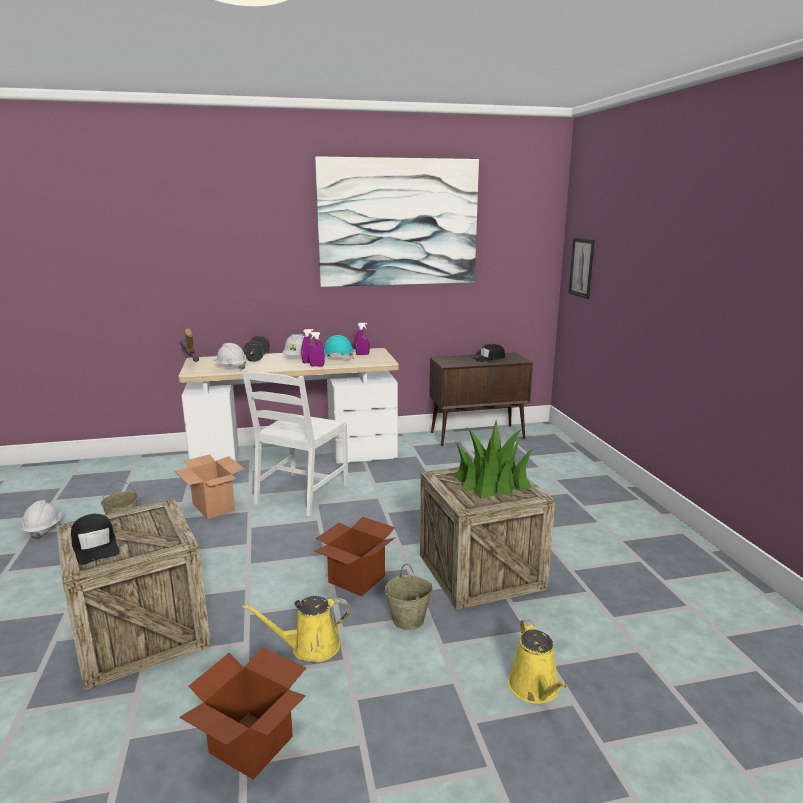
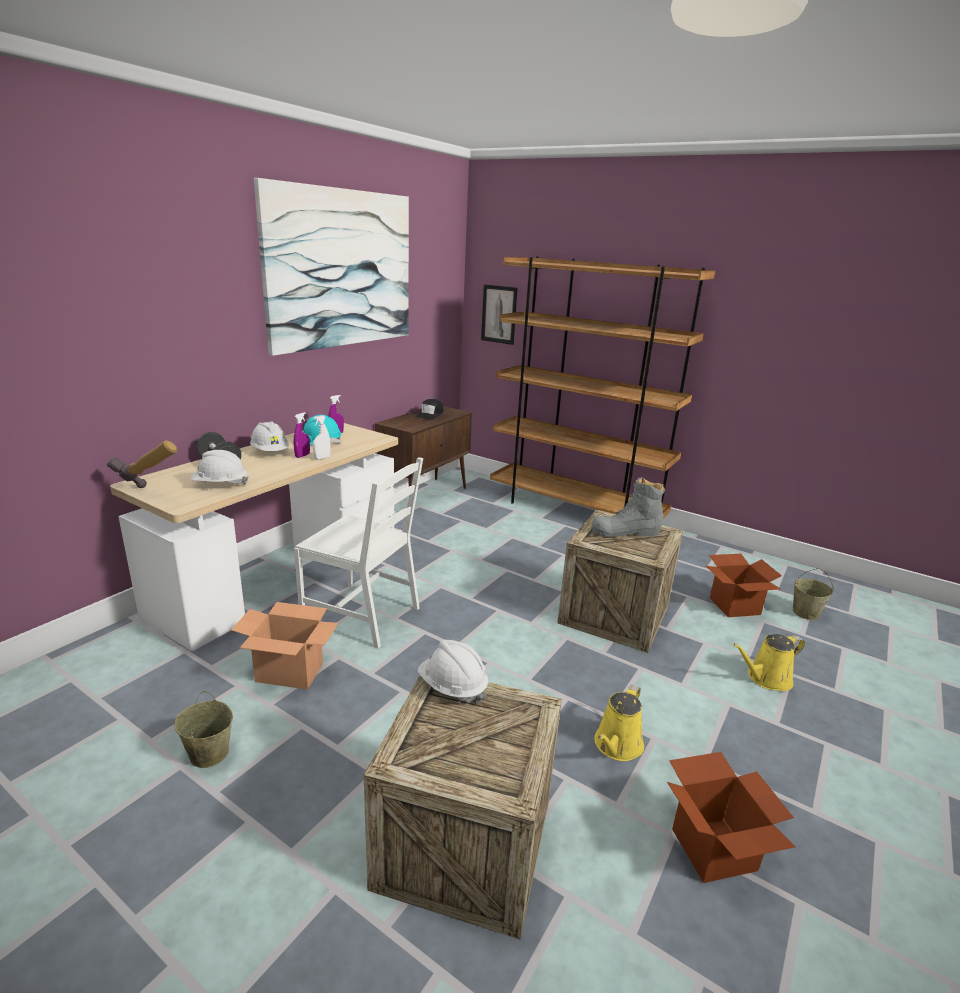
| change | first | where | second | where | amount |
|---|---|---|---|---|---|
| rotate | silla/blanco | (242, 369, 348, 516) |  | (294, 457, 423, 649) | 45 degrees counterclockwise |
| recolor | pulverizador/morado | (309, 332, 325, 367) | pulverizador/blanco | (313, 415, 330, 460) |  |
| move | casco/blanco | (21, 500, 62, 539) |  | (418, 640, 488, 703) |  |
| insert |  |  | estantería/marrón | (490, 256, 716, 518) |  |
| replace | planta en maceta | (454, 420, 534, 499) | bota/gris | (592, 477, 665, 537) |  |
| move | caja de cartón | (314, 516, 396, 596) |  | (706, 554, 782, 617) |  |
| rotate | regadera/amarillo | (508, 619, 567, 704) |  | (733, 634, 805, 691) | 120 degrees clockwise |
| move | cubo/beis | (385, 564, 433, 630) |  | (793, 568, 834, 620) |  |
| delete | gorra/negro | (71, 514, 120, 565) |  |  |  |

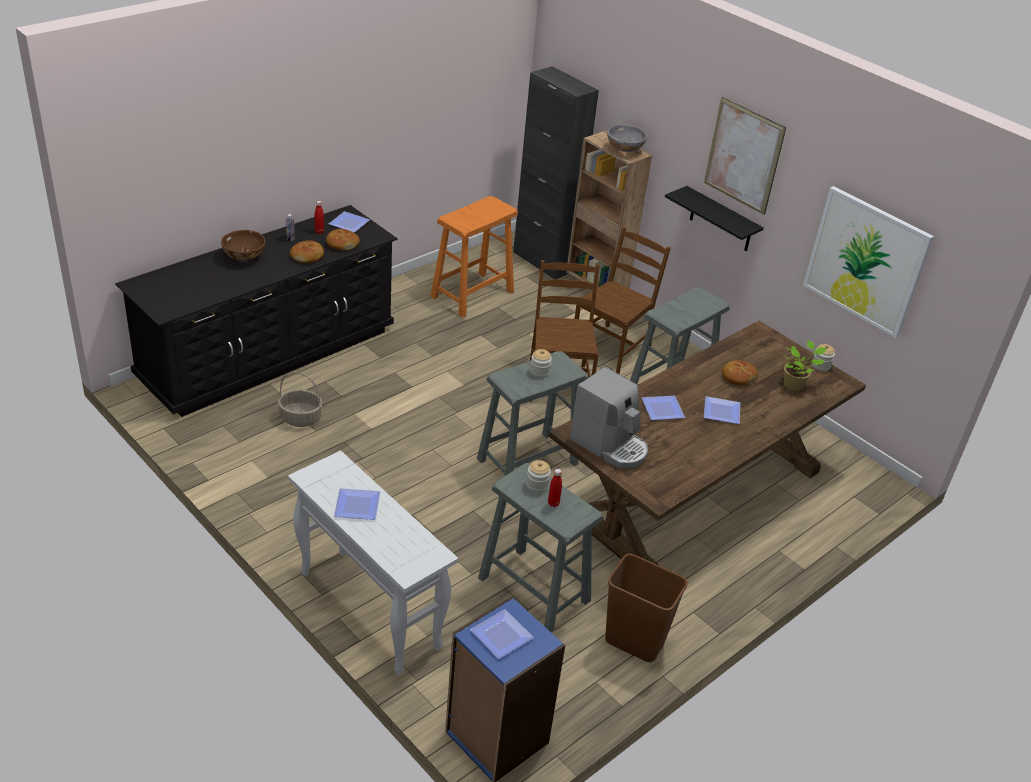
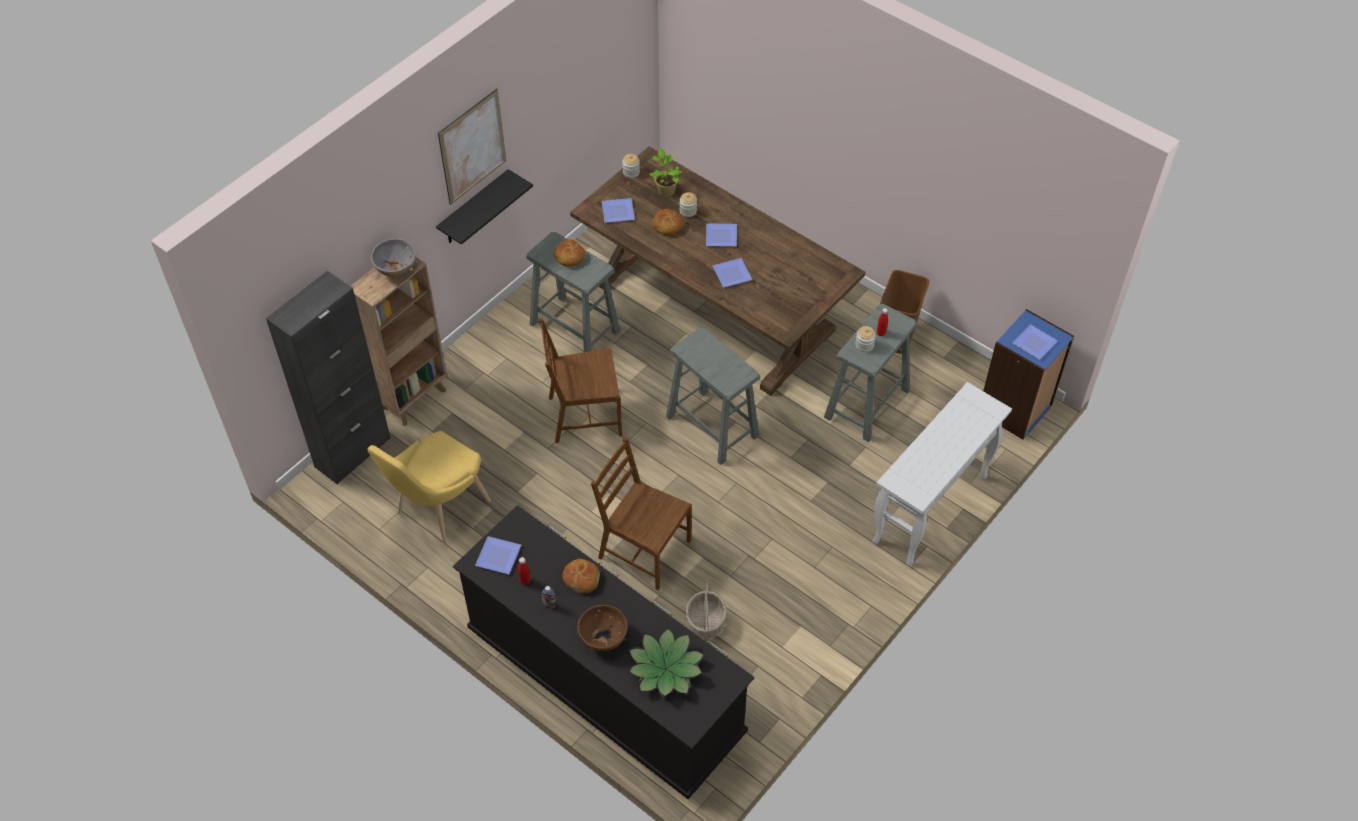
| change | first | where | second | where | amount |
|---|---|---|---|---|---|
| replace | taburete/naranja | (430, 196, 518, 317) | silla/amarillo | (367, 431, 491, 544) |  |
| move | pan | (326, 229, 360, 250) |  | (554, 239, 585, 267) |  |
| move | silla/marrón | (575, 227, 671, 374) |  | (591, 437, 692, 590) |  |
| move | plato | (334, 488, 380, 520) |  | (602, 198, 635, 223) |  |
| insert |  |  | planta en maceta | (628, 627, 705, 698) |  |
| move | tarro | (530, 349, 552, 378) |  | (679, 192, 697, 217) |  |
| delete | cafetera | (570, 367, 648, 469) |  |  |  |
| delete | cuadro | (803, 186, 934, 338) |  |  |  |

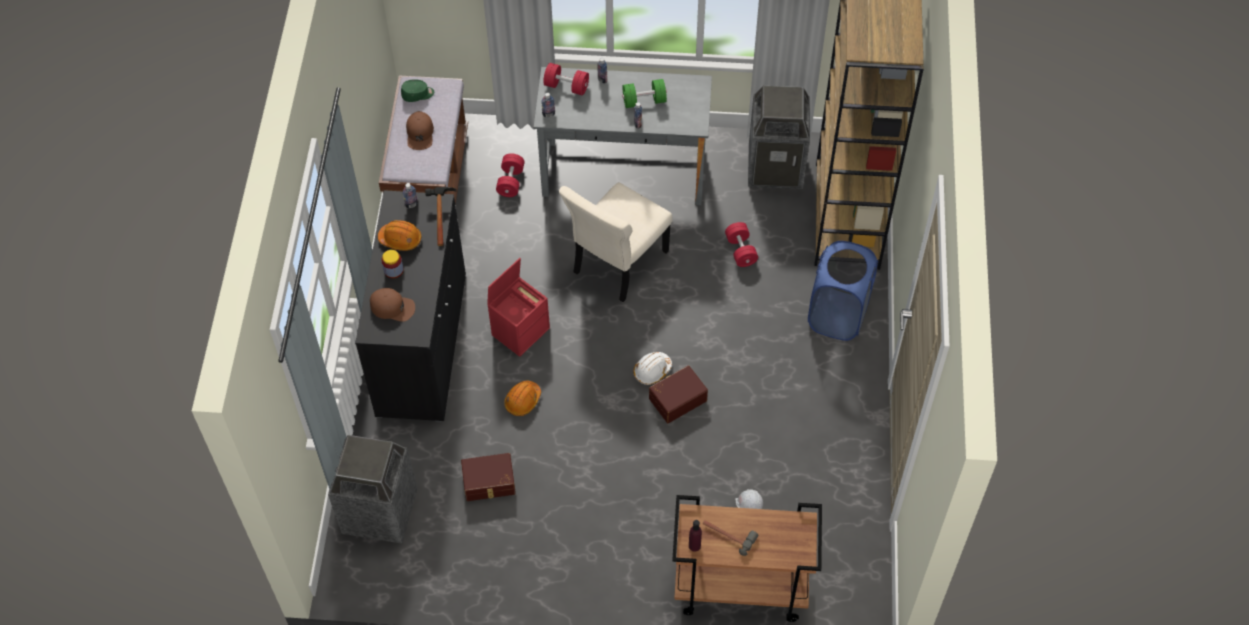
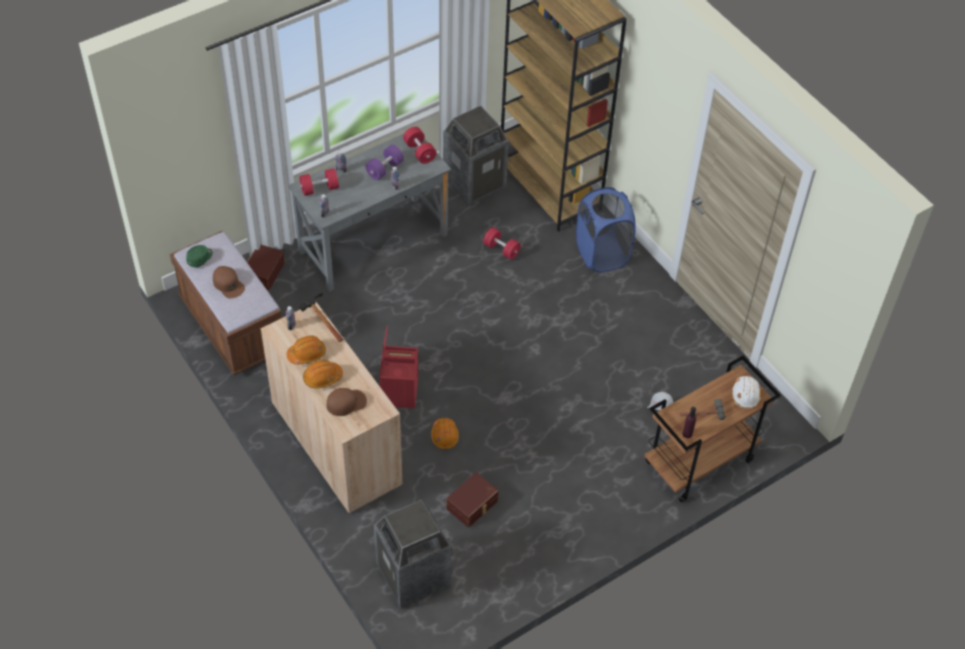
| change | first | where | second | where | amount |
|---|---|---|---|---|---|
| move | caja de almacenaje/marrón | (649, 365, 708, 423) |  | (247, 245, 285, 290) |  |
| recolor | armario/negro | (355, 190, 466, 422) | armario/beis | (260, 302, 402, 514) |  |
| replace | tarro | (382, 250, 404, 278) | casco/naranja | (303, 360, 343, 388) |  |
| recolor | mancuerna/verde | (622, 79, 667, 108) | mancuerna/morado | (365, 145, 404, 180) |  |
| move | mancuerna/rojo | (496, 153, 525, 197) |  | (403, 127, 437, 164) |  |
| move | casco/blanco | (633, 352, 672, 385) |  | (732, 376, 761, 408) |  |
| delete | silla/beis | (559, 182, 673, 302) |  |  |  |

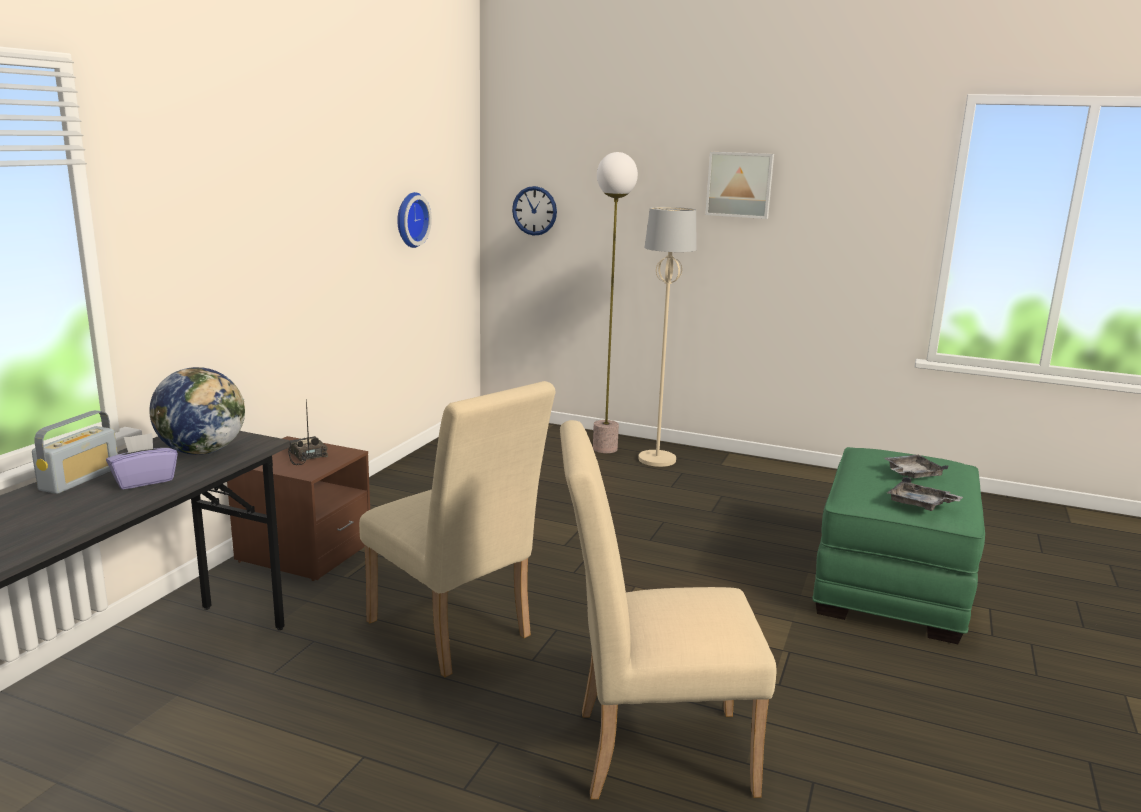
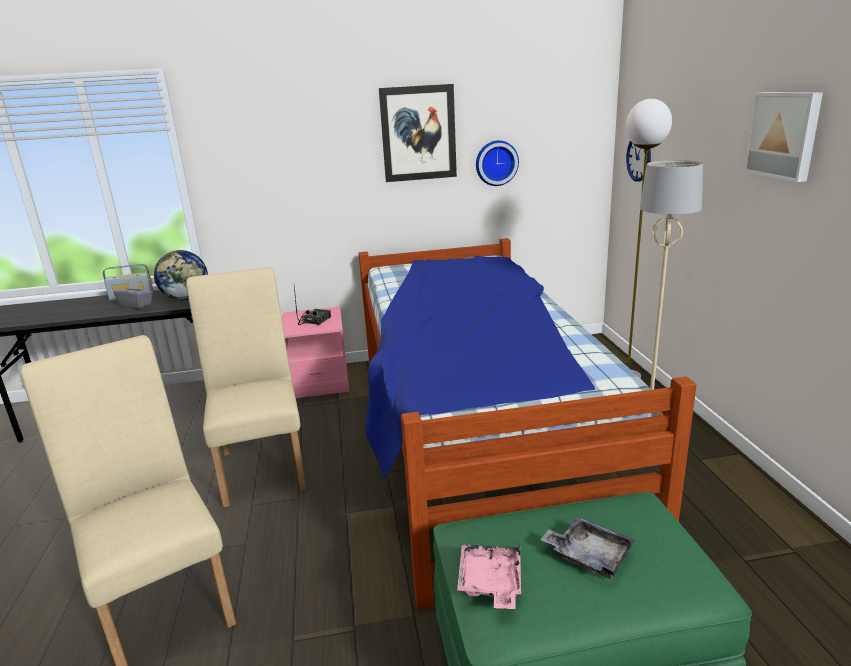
| change | first | where | second | where | amount |
|---|---|---|---|---|---|
| recolor | caja de pañuelos/morado | (106, 433, 178, 490) | caja de pañuelos/gris | (113, 280, 153, 309) |  |
| rotate | silla/beis | (359, 381, 556, 677) |  | (186, 267, 307, 508) | 150 degrees clockwise |
| recolor | mesita de noche/marrón | (227, 436, 370, 581) | mesita de noche/rosa | (282, 307, 350, 398) |  |
| insert |  |  | cama | (358, 238, 697, 610) |  |
| insert |  |  | cuadro | (379, 84, 457, 182) |  |
| recolor | bandeja/gris | (887, 477, 963, 511) | bandeja/rosa | (457, 544, 521, 609) |  |

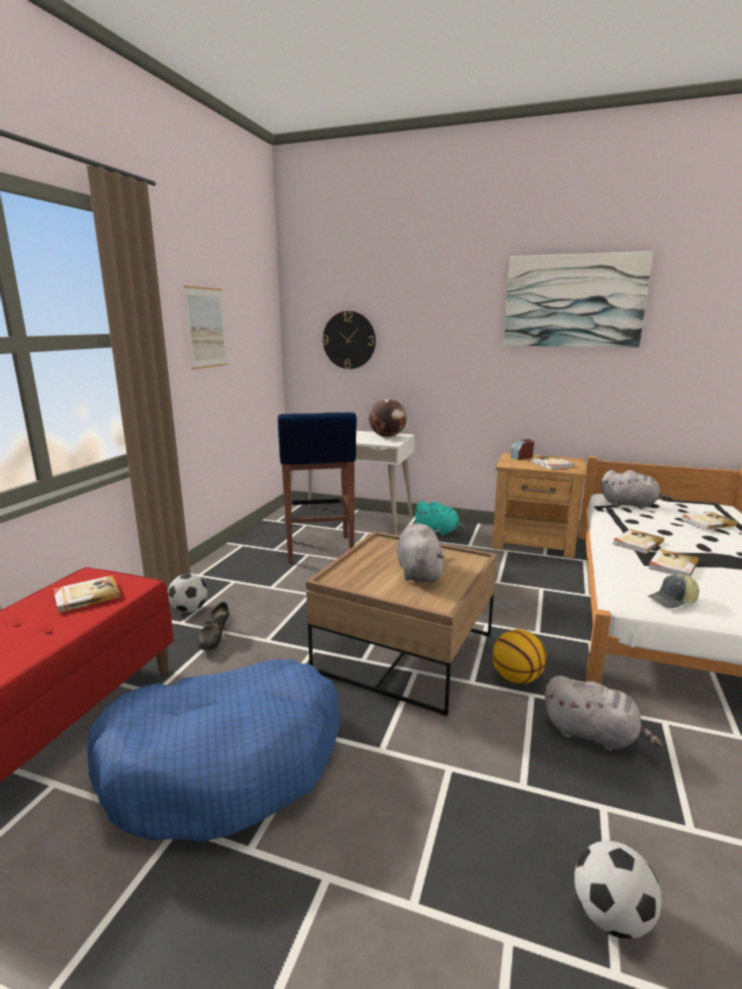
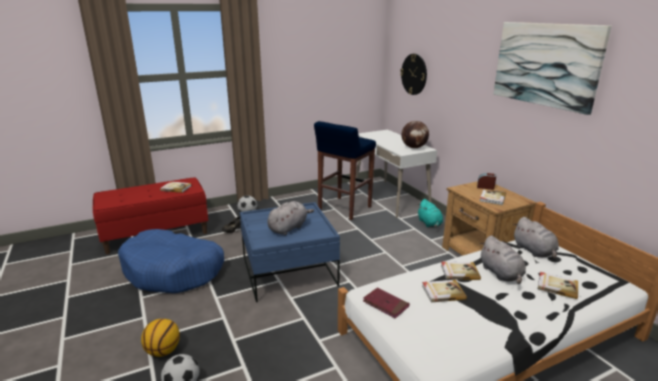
| change | first | where | second | where | amount |
|---|---|---|---|---|---|
| move | balón de baloncesto | (493, 629, 546, 684) |  | (141, 319, 180, 357) |  |
| recolor | mesa de centro/marrón | (306, 531, 497, 716) | mesa de centro/azul | (240, 202, 340, 302) |  |
| replace | gorra | (647, 575, 699, 608) | libro/rojo | (363, 287, 410, 318) |  |
| move | peluche/gris | (545, 676, 663, 751) |  | (479, 236, 526, 284) |  |
| delete | cuadro | (184, 286, 228, 369) |  |  |  |

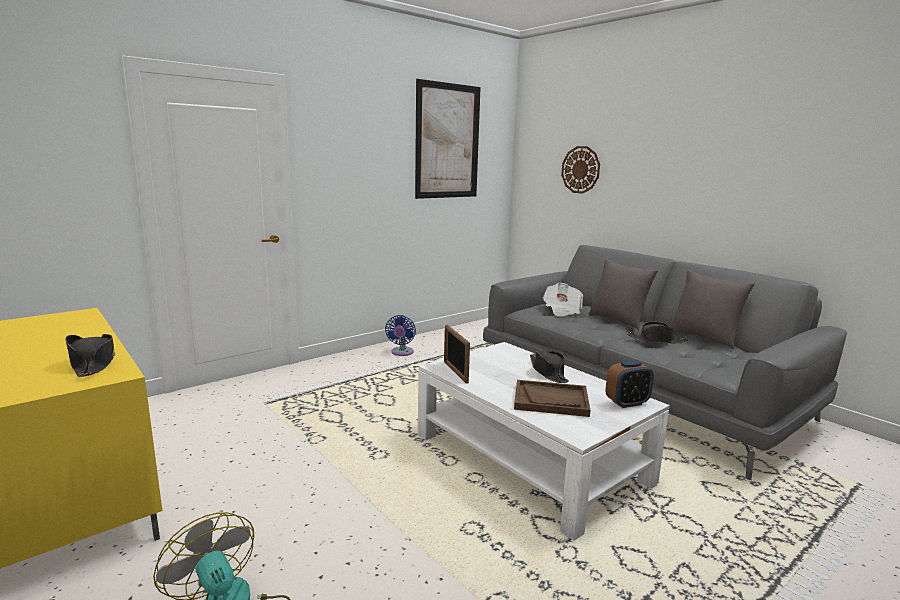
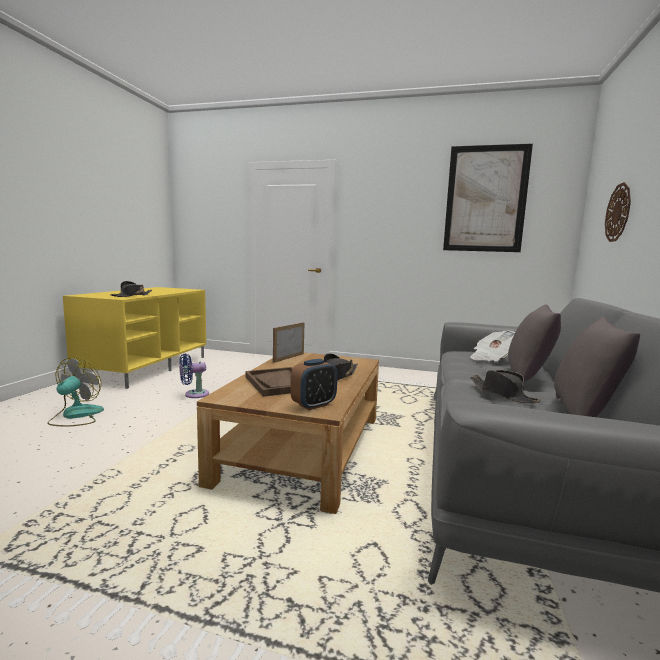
| change | first | where | second | where | amount |
|---|---|---|---|---|---|
| move | ventilador/azul | (385, 315, 416, 356) |  | (179, 353, 209, 398) |  |
| recolor | mesa de centro/blanco | (418, 342, 670, 541) | mesa de centro/marrón | (197, 353, 379, 514) |  |
| rotate | despertador | (605, 360, 654, 408) |  | (290, 359, 337, 410) | 75 degrees counterclockwise |

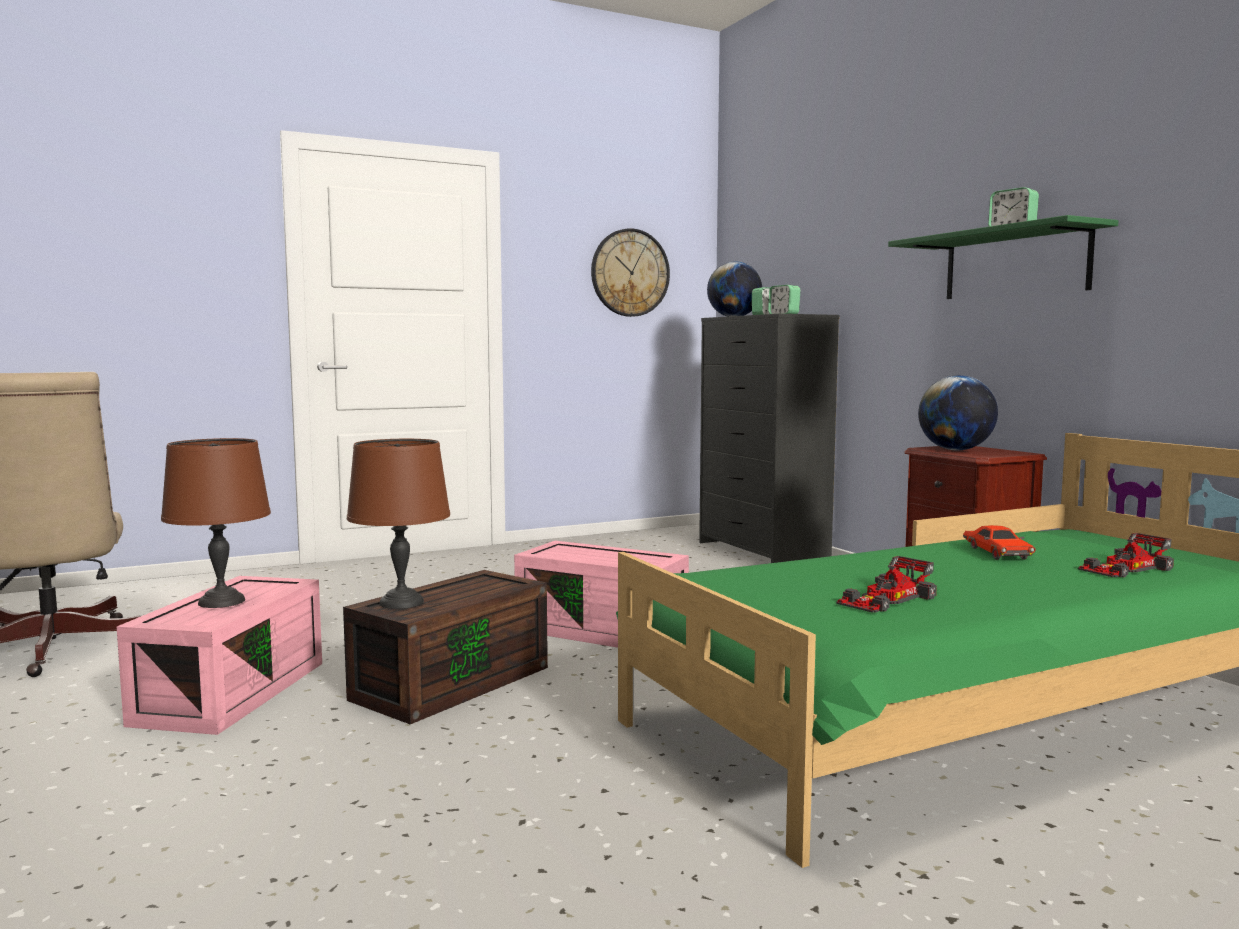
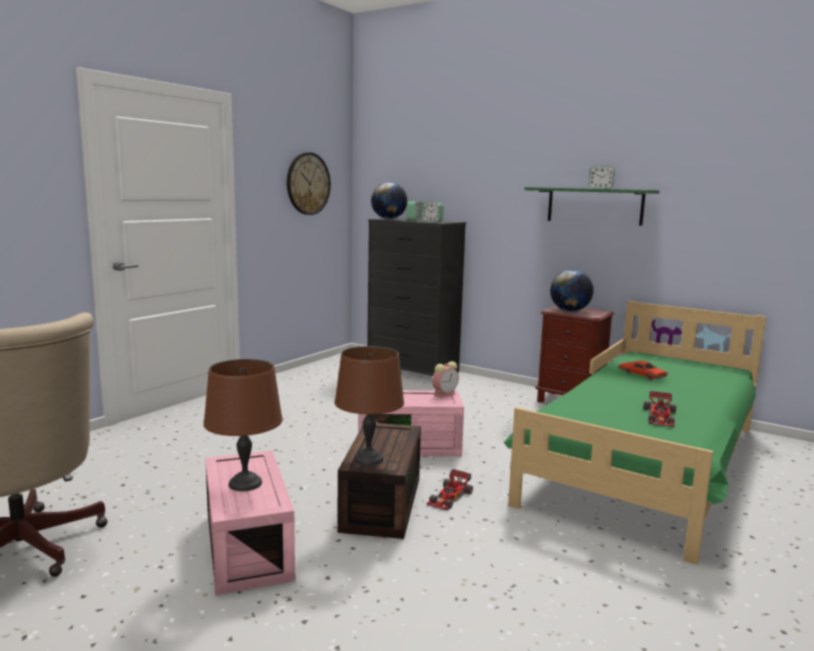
| change | first | where | second | where | amount |
|---|---|---|---|---|---|
| move | coche de juguete | (1078, 533, 1174, 577) |  | (426, 469, 473, 511) |  |
| insert |  |  | despertador | (432, 361, 459, 398) |  |

